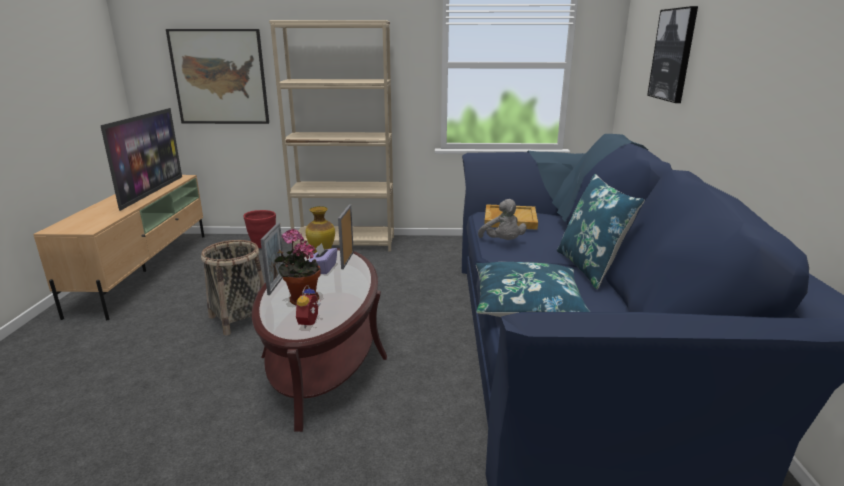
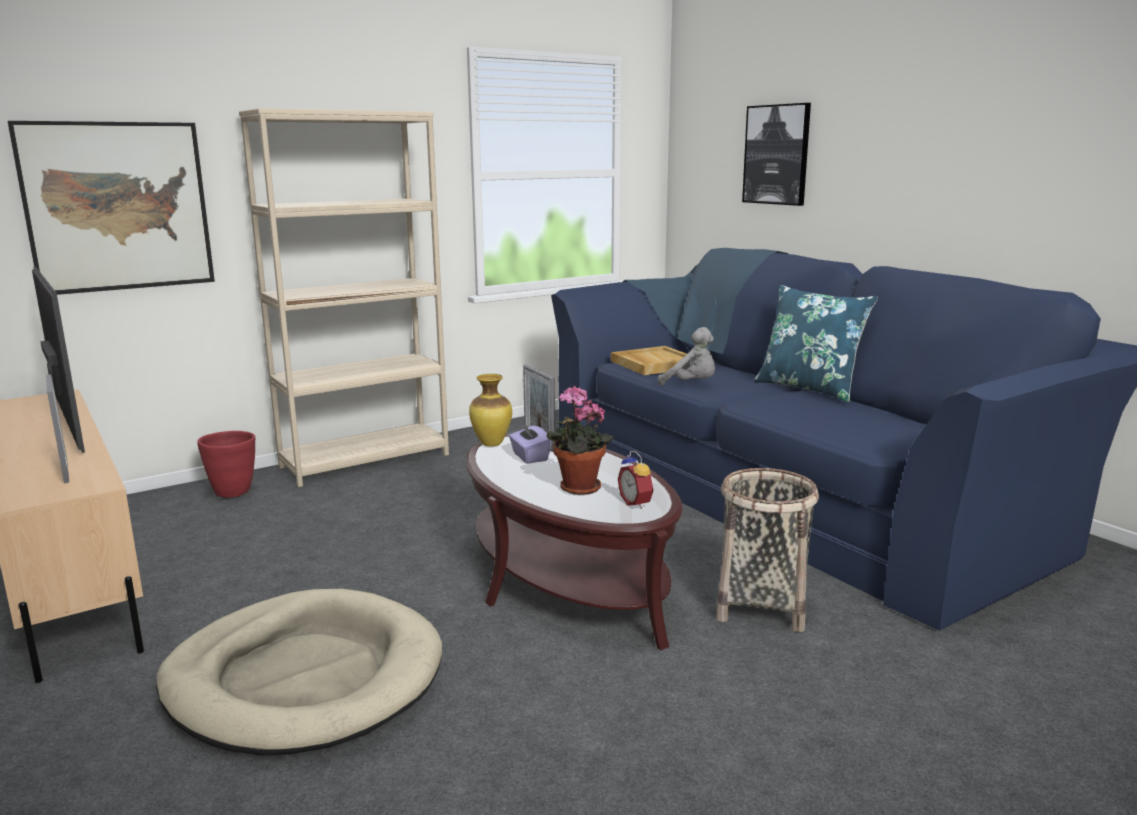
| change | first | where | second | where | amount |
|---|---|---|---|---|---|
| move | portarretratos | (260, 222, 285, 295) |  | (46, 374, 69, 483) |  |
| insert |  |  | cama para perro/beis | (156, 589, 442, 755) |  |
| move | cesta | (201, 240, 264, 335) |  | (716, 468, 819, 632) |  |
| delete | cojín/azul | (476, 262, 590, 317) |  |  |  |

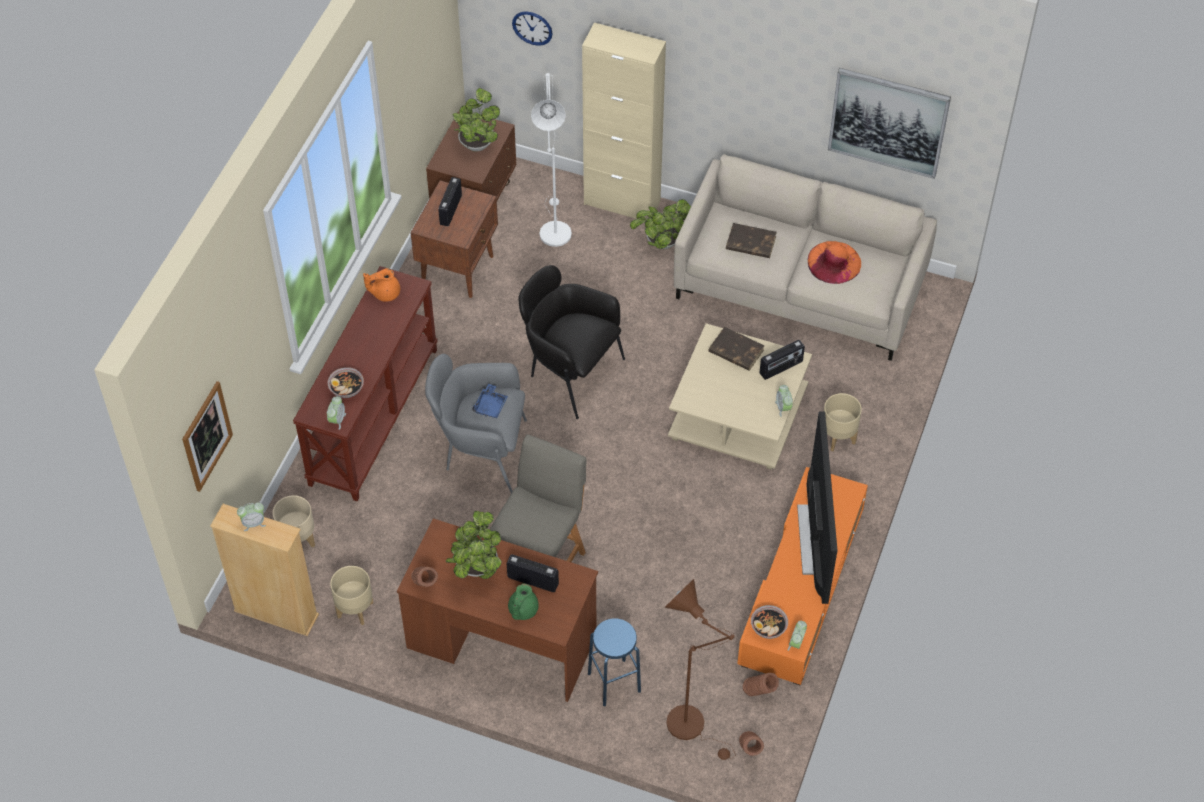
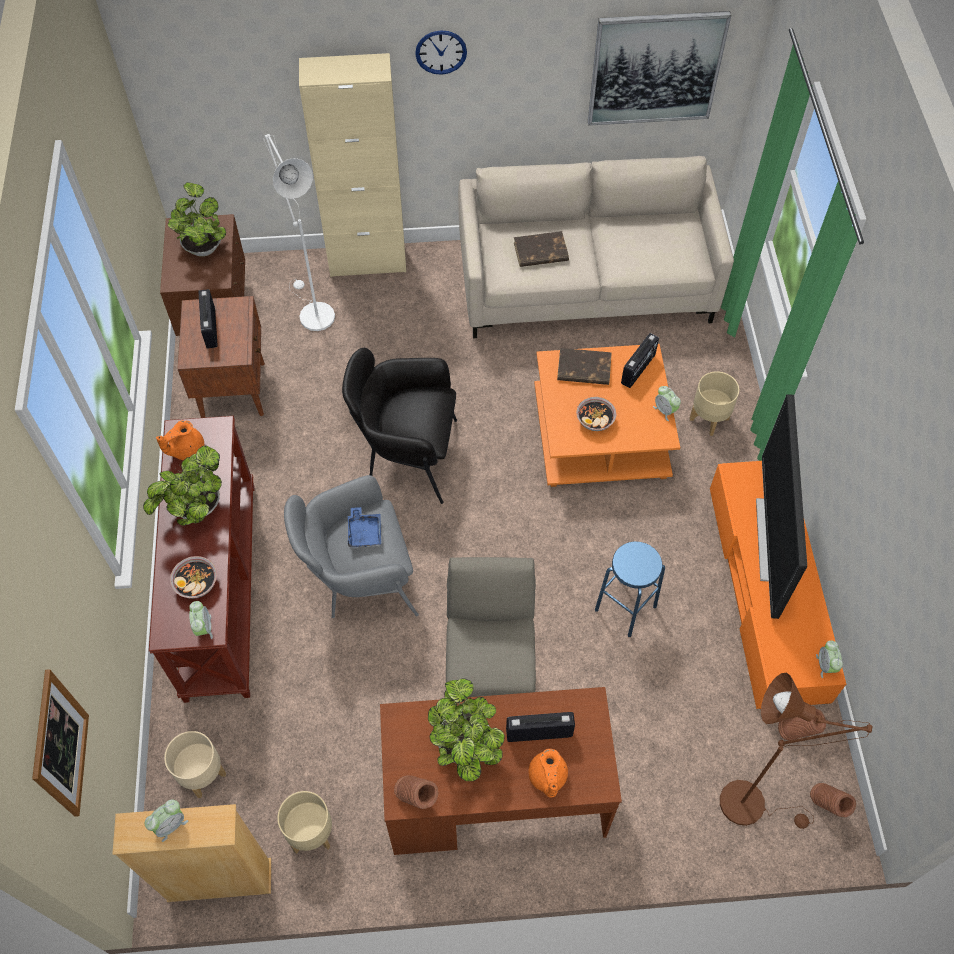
| change | first | where | second | where | amount |
|---|---|---|---|---|---|
| move | planta en maceta | (630, 199, 691, 249) |  | (143, 445, 222, 526) |  |
| move | reloj de pared | (512, 11, 553, 46) |  | (415, 30, 467, 75) |  |
| recolor | tetera/verde | (508, 584, 539, 620) | tetera/naranja | (529, 749, 568, 798) |  |
| recolor | mesa de centro/beis | (668, 323, 812, 470) | mesa de centro/naranja | (534, 344, 680, 487) |  |
| move | cuenco | (751, 605, 788, 639) |  | (576, 397, 617, 431) |  |
| move | taburete/azul | (588, 618, 641, 706) |  | (595, 541, 665, 637) |  |
| rotate | televisor | (797, 411, 837, 604) |  | (756, 394, 807, 619) | 150 degrees counterclockwise |
| delete | sombrero/naranja | (808, 241, 861, 284) |  |  |  |

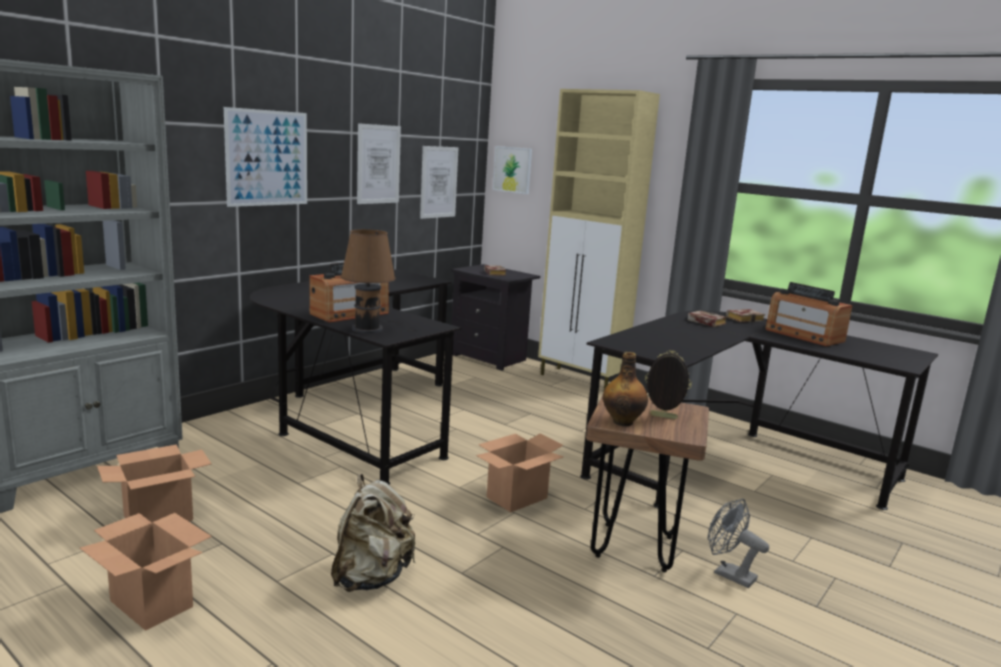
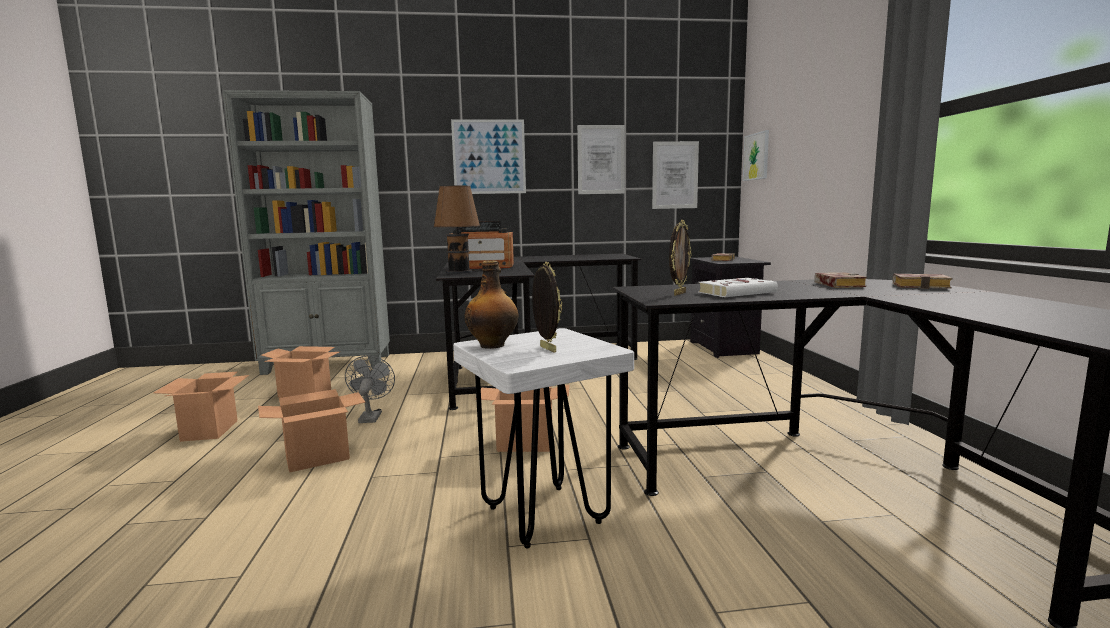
| change | first | where | second | where | amount |
|---|---|---|---|---|---|
| replace | mochila/beis | (331, 474, 415, 592) | caja de cartón | (258, 389, 366, 472) |  |
| move | ventilador/gris | (708, 499, 769, 588) |  | (345, 356, 395, 423) |  |
| recolor | taburete/marrón | (586, 395, 709, 572) | taburete/blanco | (453, 328, 634, 549) |  |
| insert |  |  | portarretratos | (669, 220, 692, 296) |  |
| insert |  |  | libro/blanco | (698, 278, 778, 297) |  |
| delete | armario/beis | (538, 89, 660, 393) |  |  |  |
| delete | radio | (766, 282, 853, 346) |  |  |  |

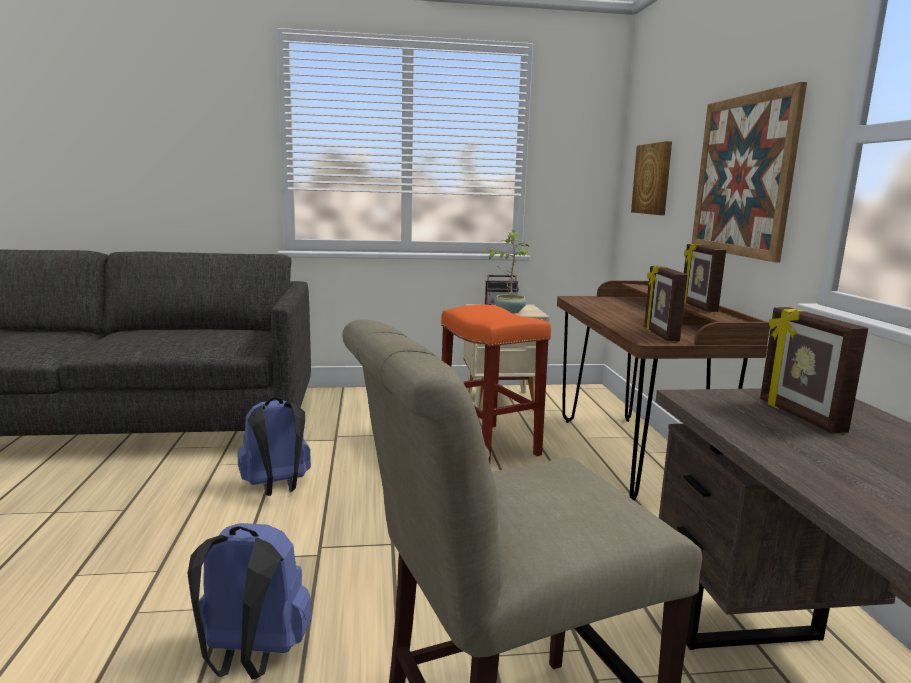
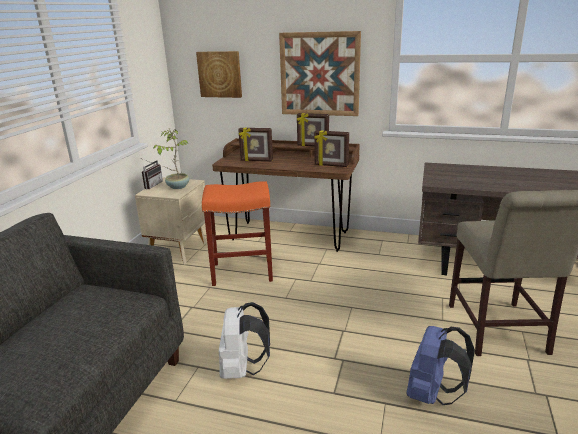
| change | first | where | second | where | amount |
|---|---|---|---|---|---|
| recolor | mochila/azul | (238, 397, 311, 496) | mochila/blanco | (219, 302, 270, 379) |  |
| move | portarretratos | (760, 307, 868, 434) |  | (238, 128, 273, 161) |  |

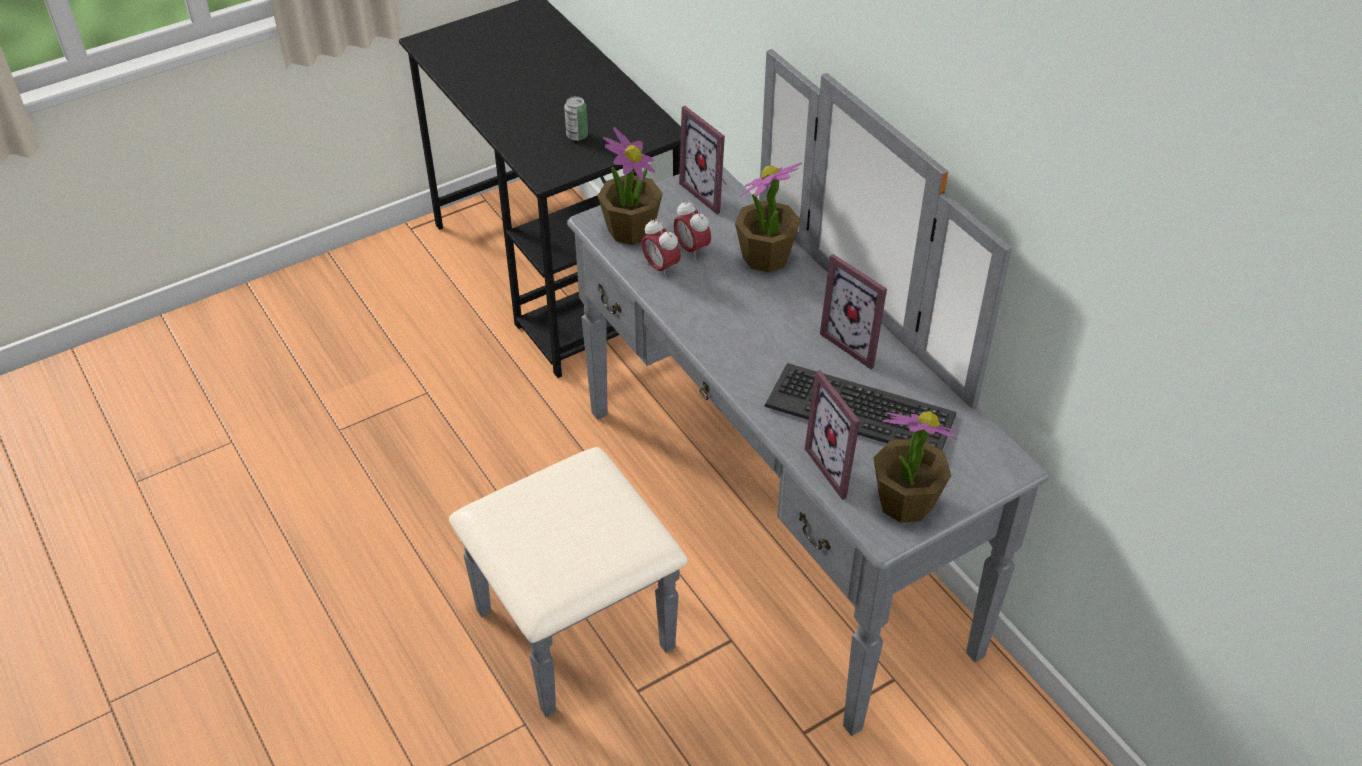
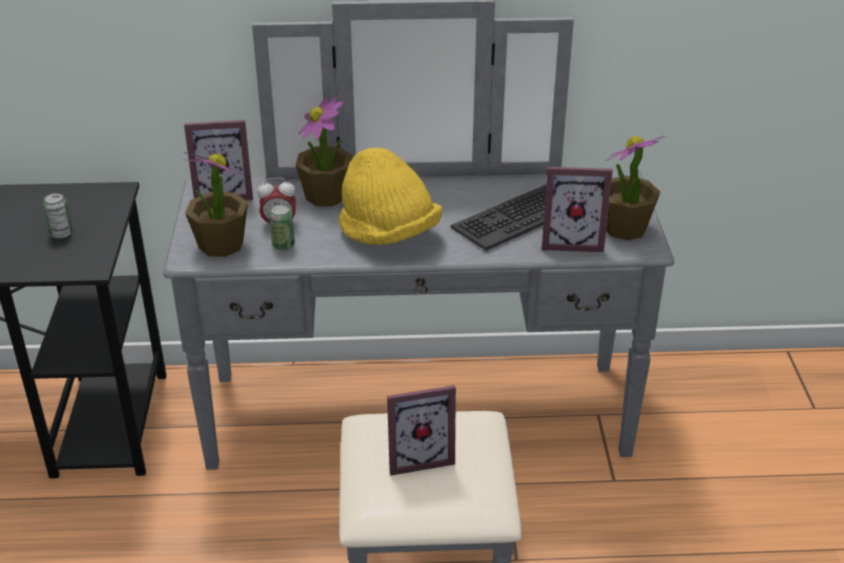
| change | first | where | second | where | amount |
|---|---|---|---|---|---|
| replace | despertador | (642, 219, 681, 278) | lata | (269, 204, 295, 251) |  |
| insert |  |  | sombrero/amarillo | (339, 147, 442, 245) |  |
| move | portarretratos | (820, 254, 887, 369) |  | (387, 385, 456, 476) |  |

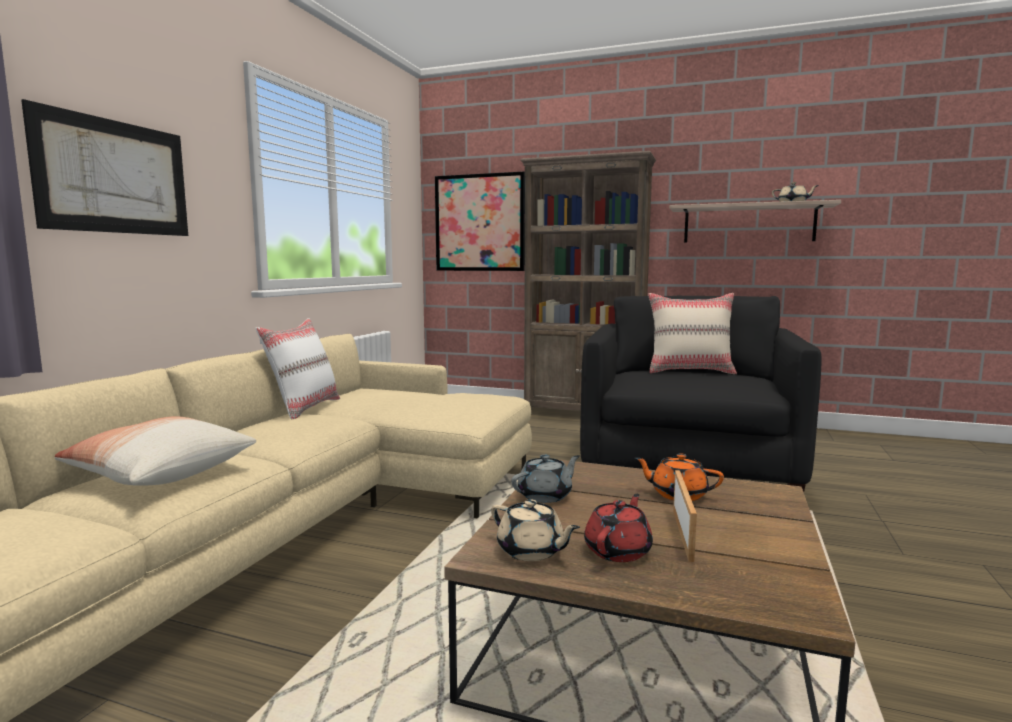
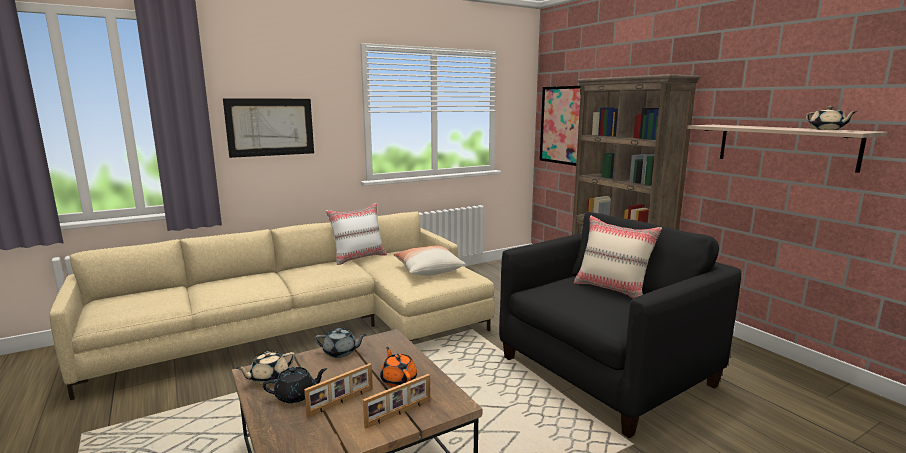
| change | first | where | second | where | amount |
|---|---|---|---|---|---|
| rotate | tetera/beis | (491, 499, 580, 561) |  | (235, 351, 295, 385) | 60 degrees clockwise |
| recolor | tetera/rojo | (584, 494, 653, 562) | tetera/negro | (263, 367, 327, 403) |  |
| insert |  |  | portarretratos | (363, 374, 430, 428) |  |
| move | cojín | (55, 416, 256, 486) |  | (393, 246, 466, 276) |  |

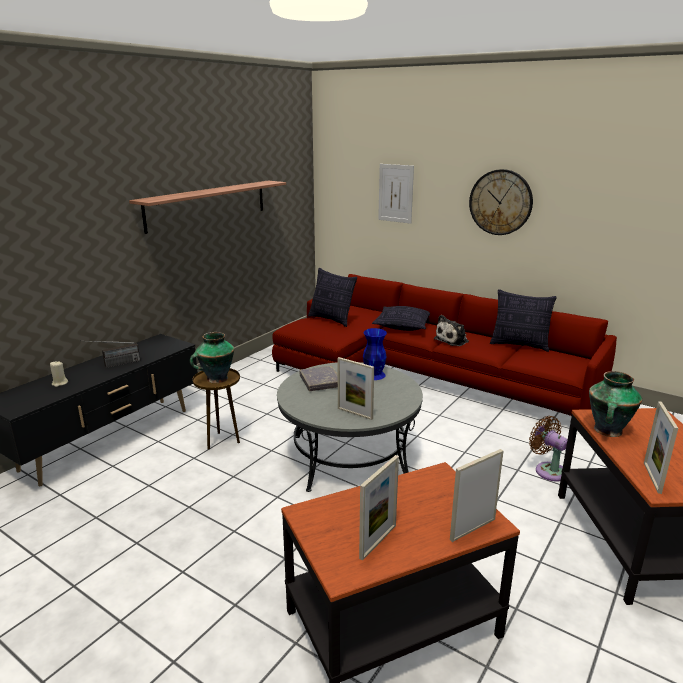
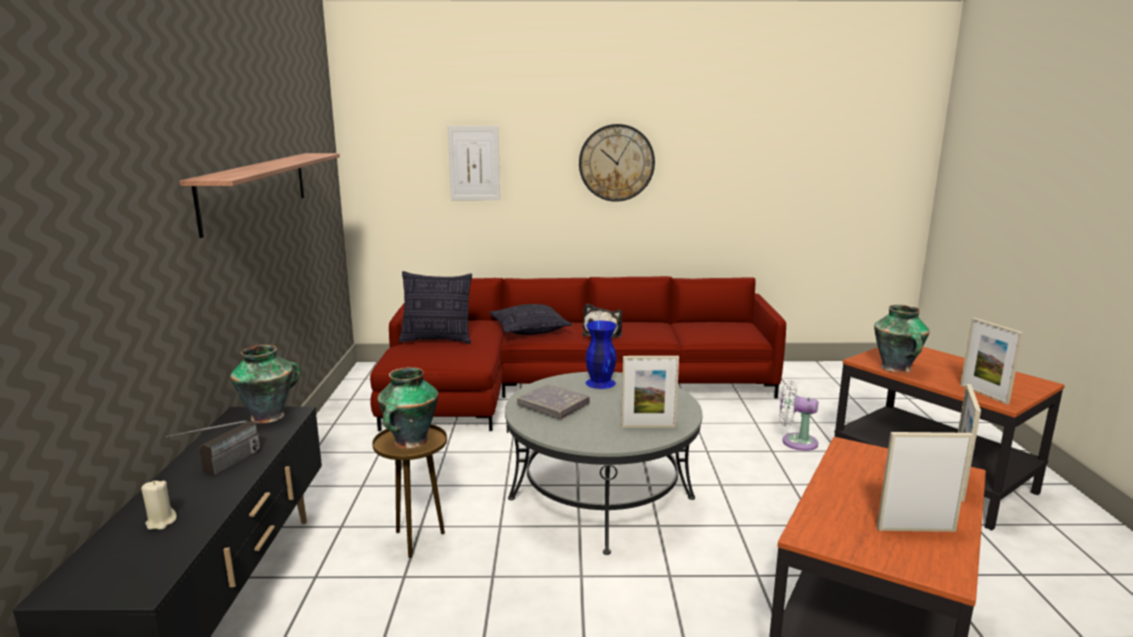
| change | first | where | second | where | amount |
|---|---|---|---|---|---|
| insert |  |  | florero | (230, 345, 301, 423) |  |
| recolor | ventilador/marrón | (529, 416, 568, 482) | ventilador/blanco | (779, 380, 818, 451) |  |
| rotate | portarretratos | (359, 455, 399, 561) |  | (877, 432, 973, 532) | 90 degrees counterclockwise |
| delete | cojín | (490, 289, 557, 352) |  |  |  |

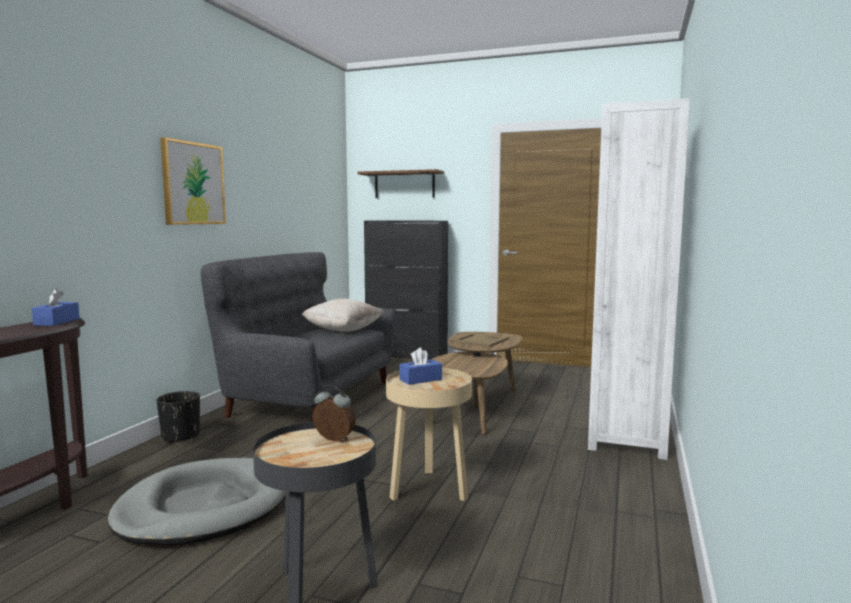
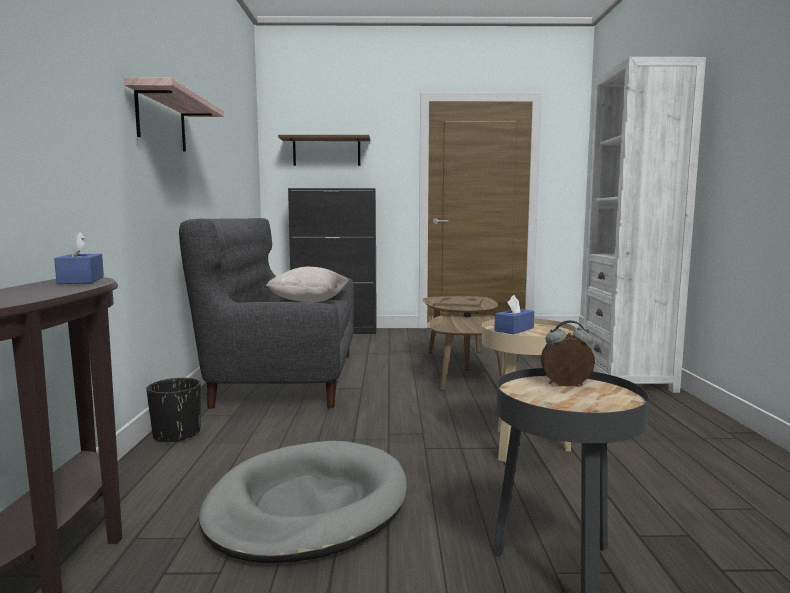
| change | first | where | second | where | amount |
|---|---|---|---|---|---|
| replace | cuadro | (160, 137, 226, 225) | estante | (124, 77, 224, 152) |  |

